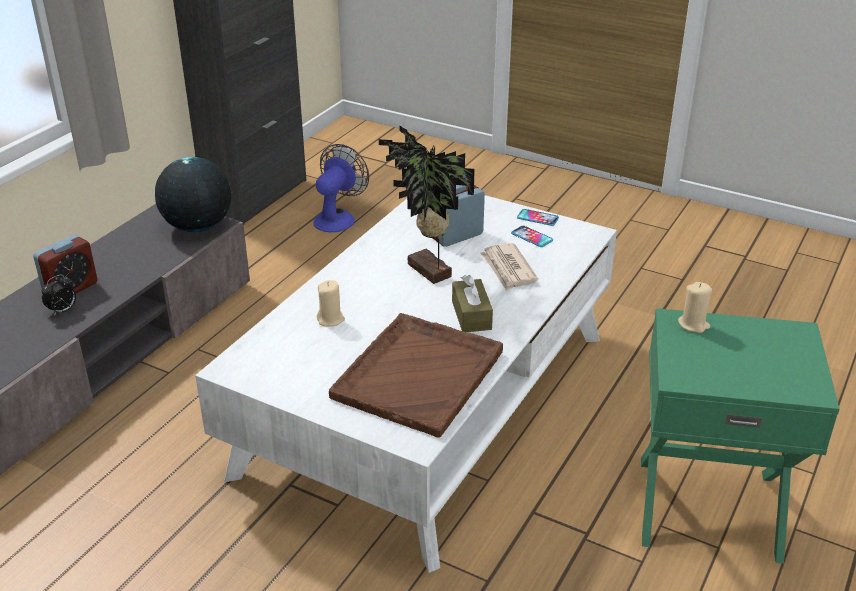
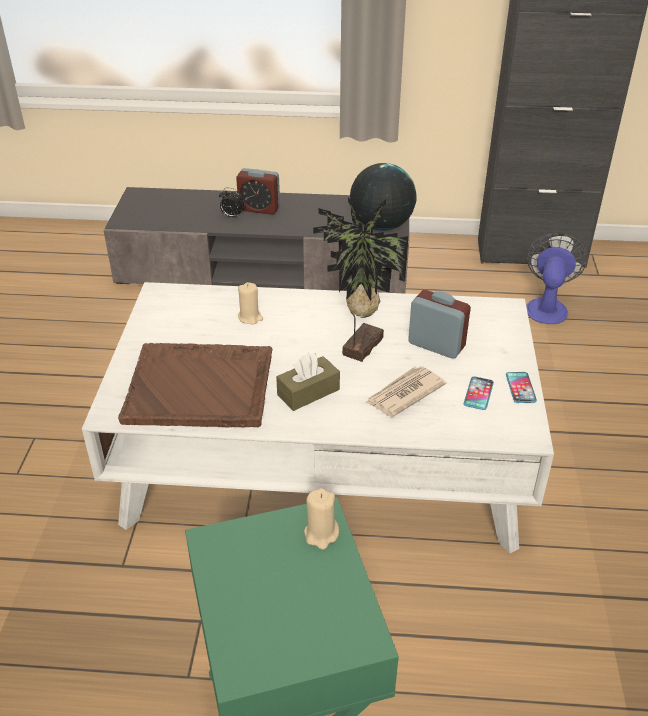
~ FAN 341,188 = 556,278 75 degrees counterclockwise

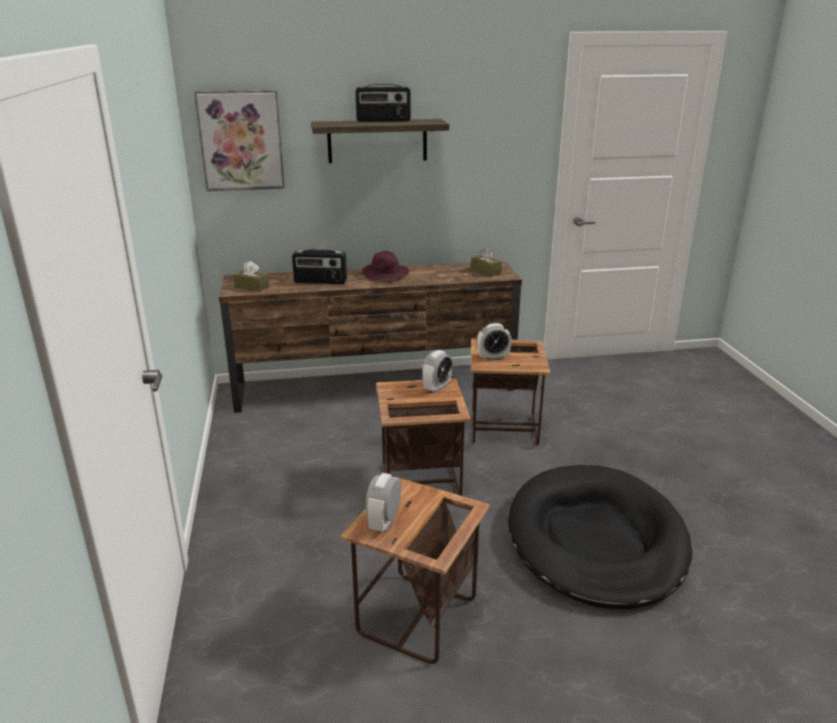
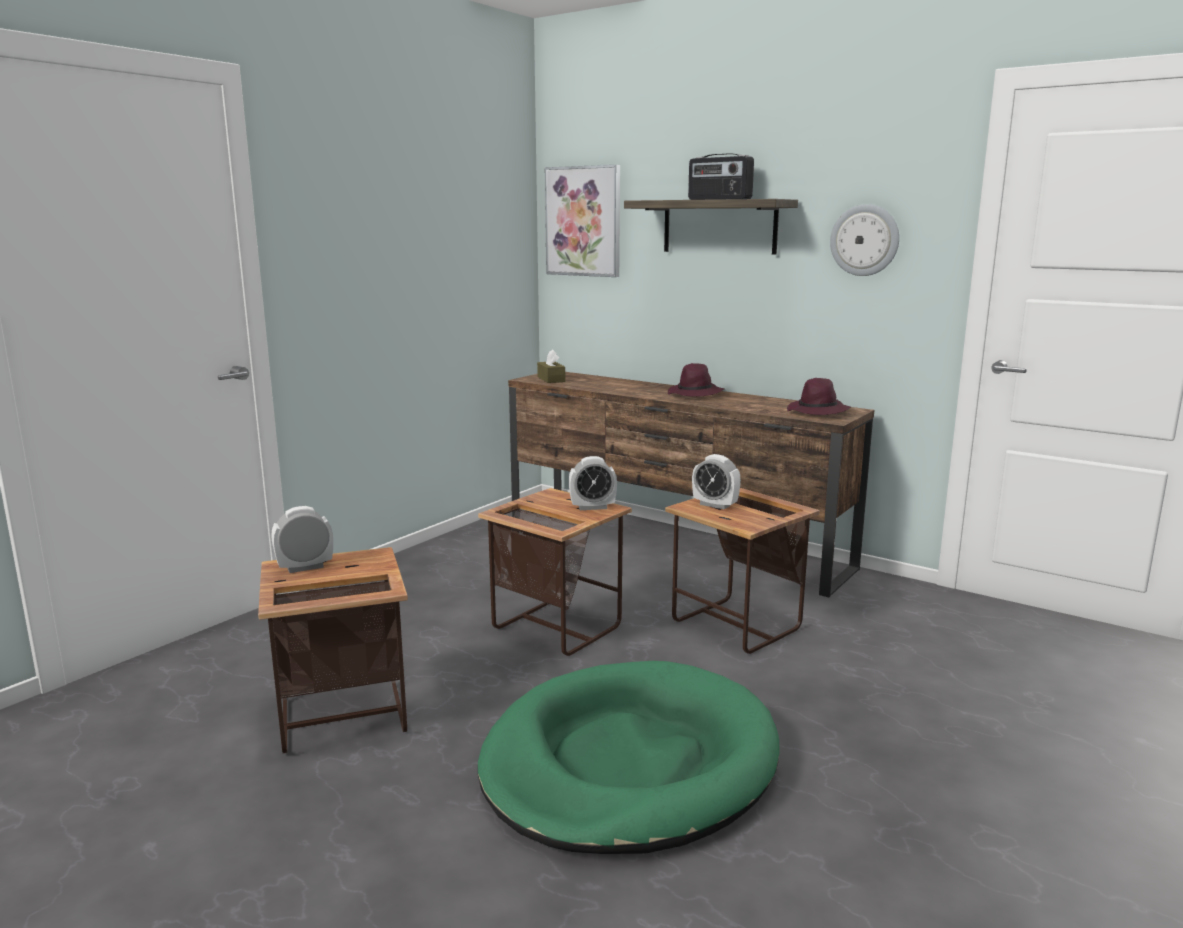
- RADIO 319,266
~ BROWN TISSUE BOX 486,262 to PURPLE HAT 819,396
~ BLACK DOG BED 600,537 to GREEN DOG BED 629,757
+ WALL CLOCK 864,240

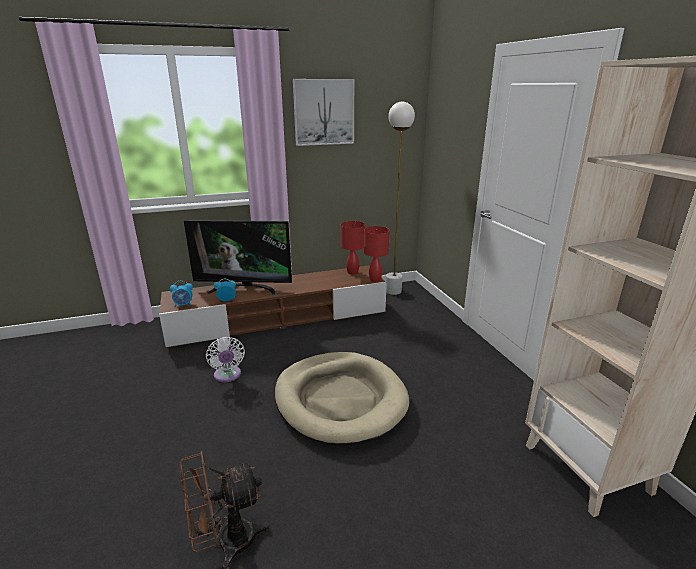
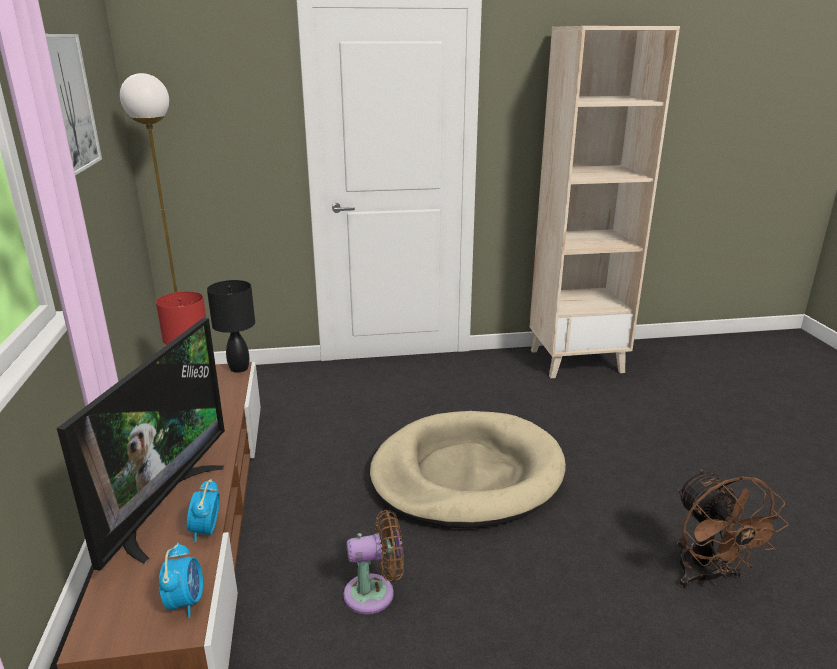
~ WHITE FAN 225,359 to BROWN FAN 373,562
~ RED TABLE LAMP 377,254 to BLACK TABLE LAMP 231,326

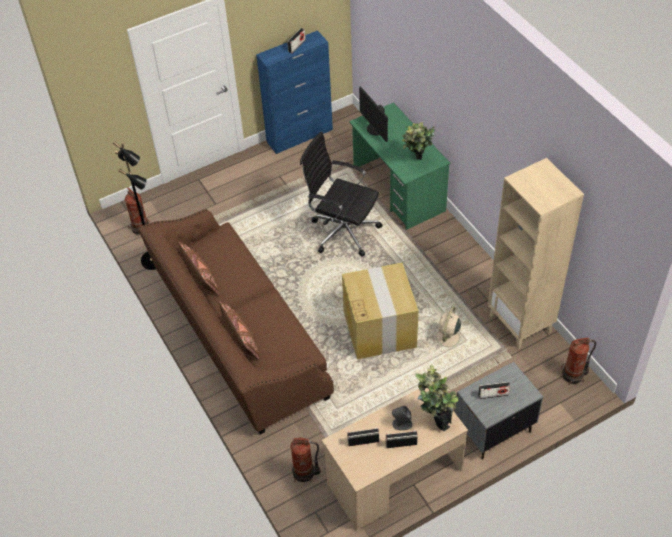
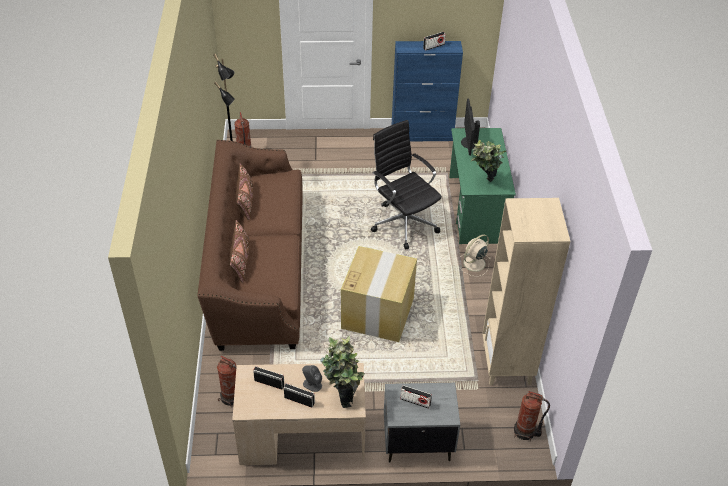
~ BEIGE FAN 448,329 to 475,255

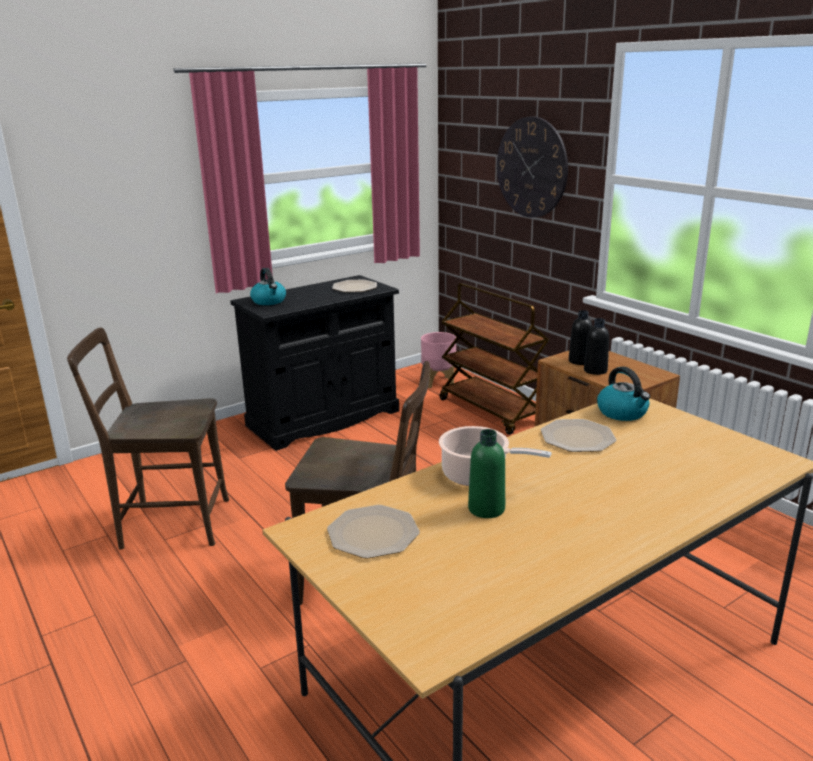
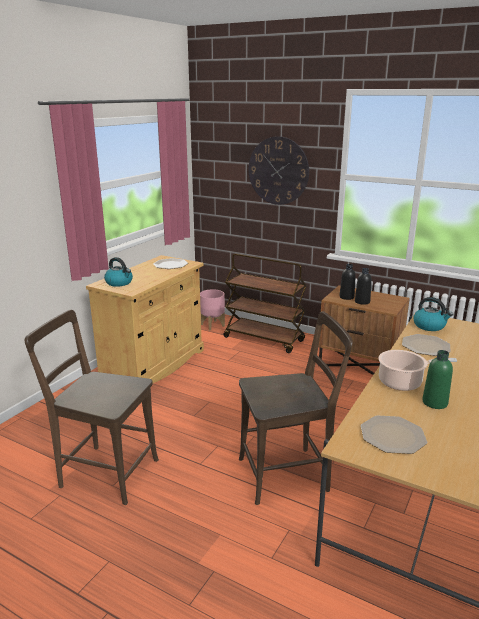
~ BROWN CHAIR 148,438 = 92,407 45 degrees clockwise
~ BLACK CABINET 314,363 to BEIGE CABINET 145,319

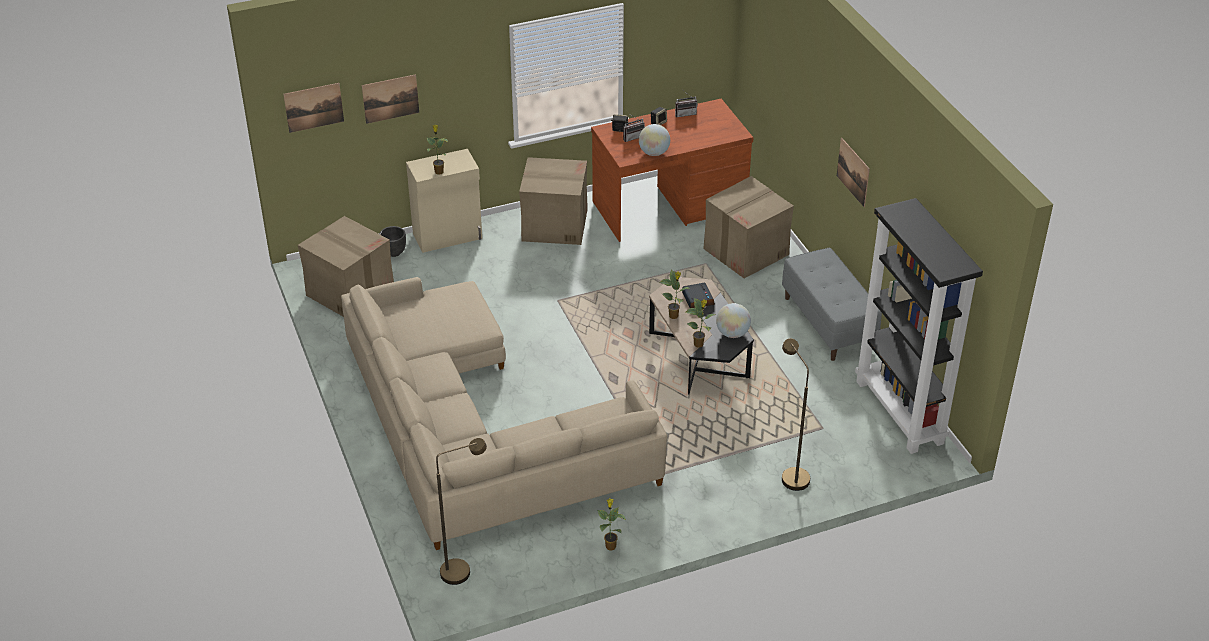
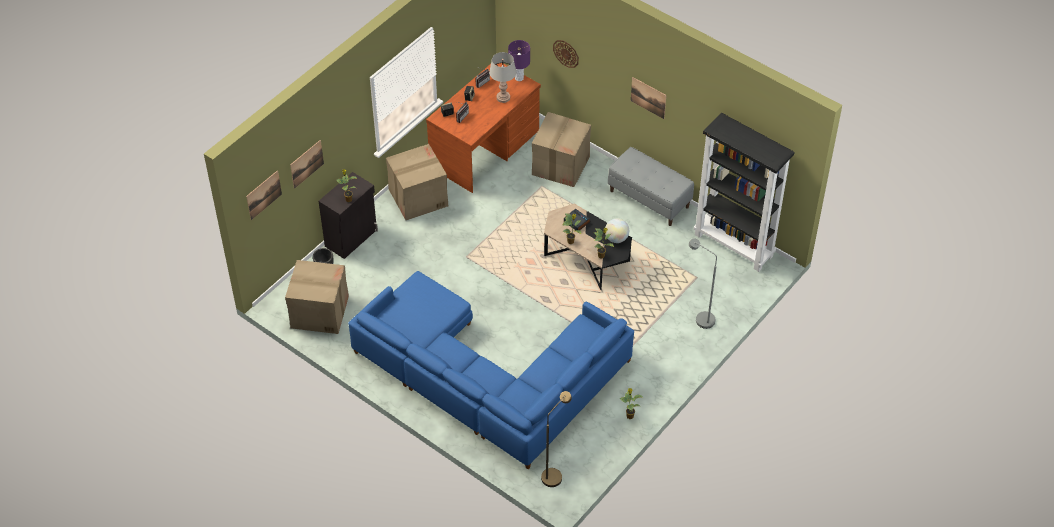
~ BEIGE SOFA 504,413 to BLUE SOFA 491,370
~ BEIGE CABINET 444,201 to BLACK CABINET 348,215
- GLOBE 654,140
~ BROWN FLOOR LAMP 796,415 to GREY FLOOR LAMP 703,283
+ GREY TABLE LAMP 503,77
+ PURPLE TABLE LAMP 519,60
+ WALL CLOCK 566,54

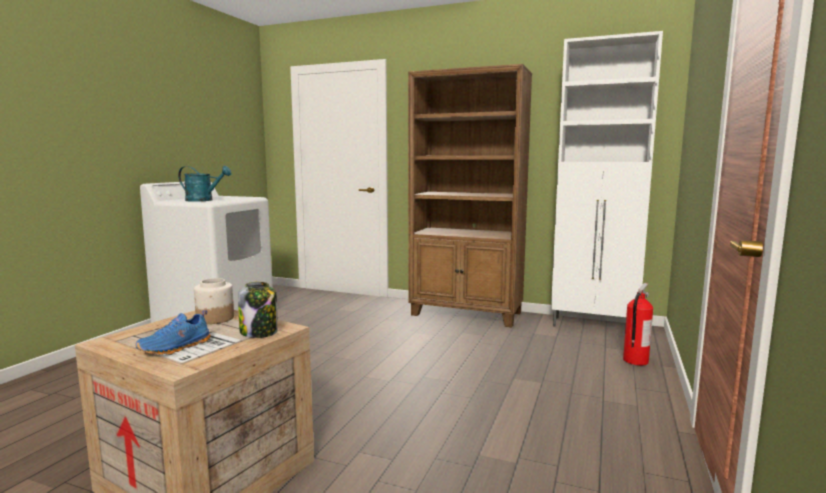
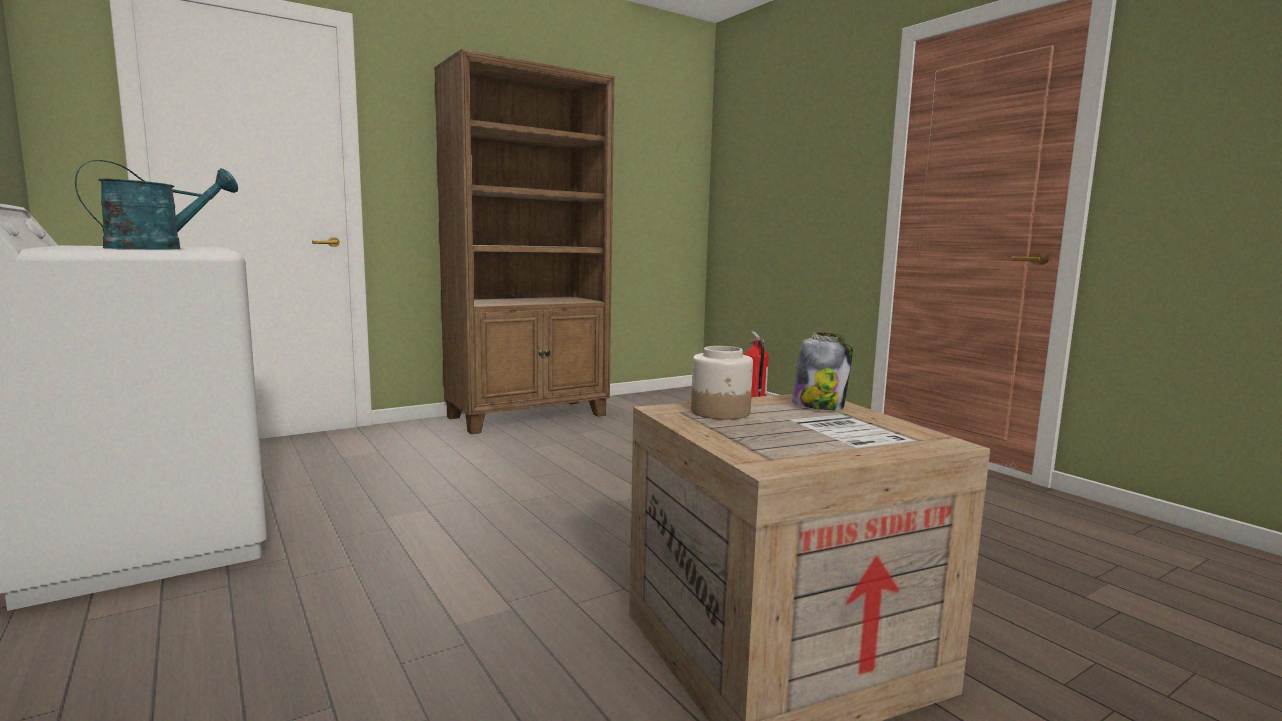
- BLUE SHOE 173,332
- WHITE CABINET 607,179

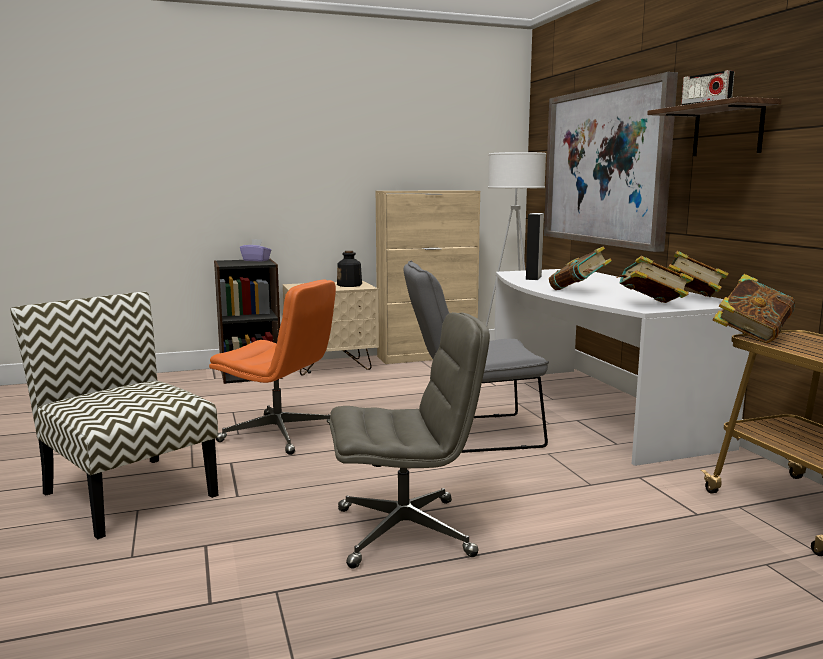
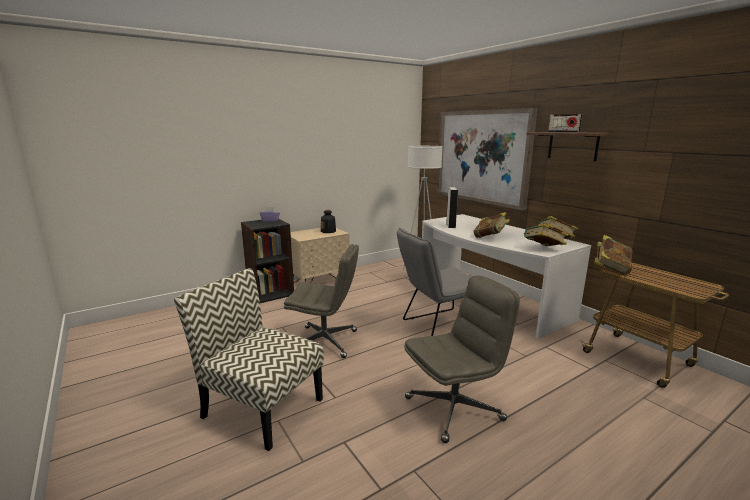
~ ORANGE OFFICE CHAIR 272,367 to GREY OFFICE CHAIR 321,301
- BEIGE CABINET 427,277

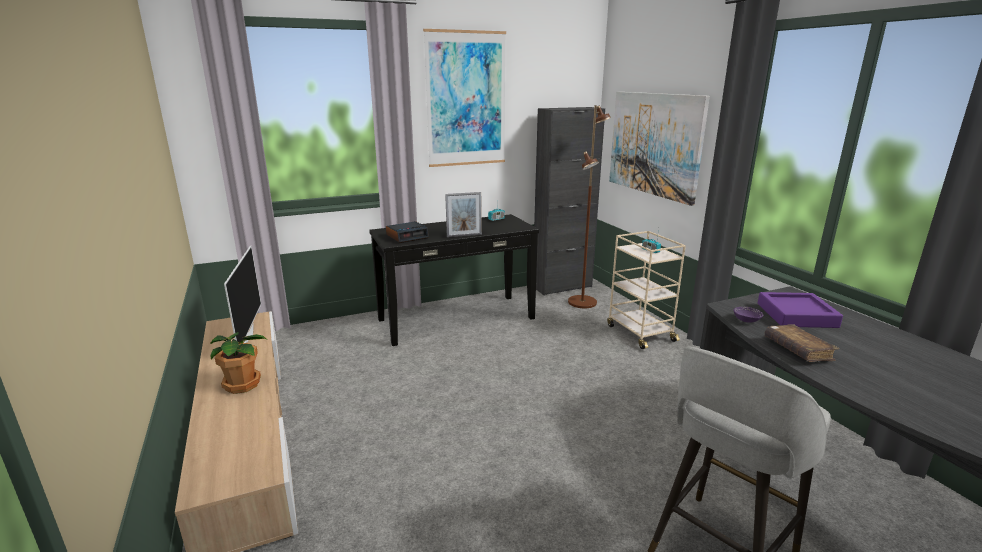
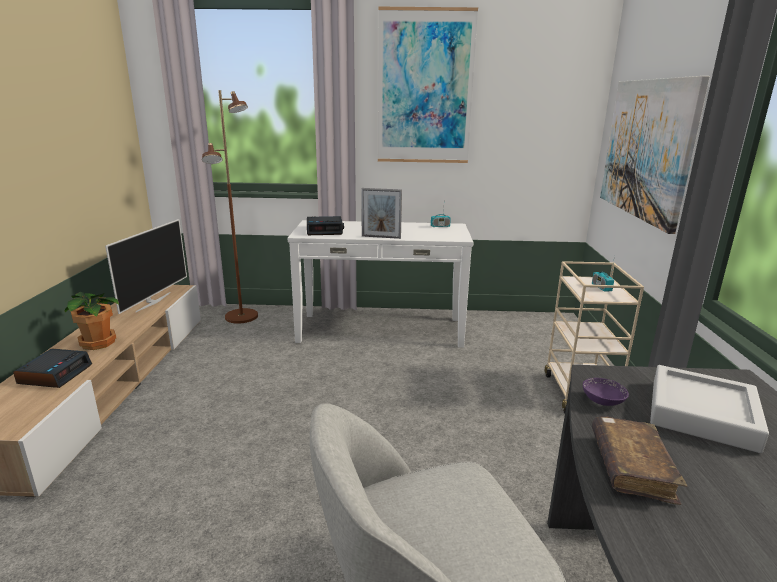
~ BLACK CONSOLE TABLE 454,280 to WHITE CONSOLE TABLE 380,284
- BLACK CABINET 569,201
~ BROWN FLOOR LAMP 589,206 to 230,206
~ PURPLE TRAY 800,310 to GREY TRAY 709,409
+ ALARM CLOCK 52,368

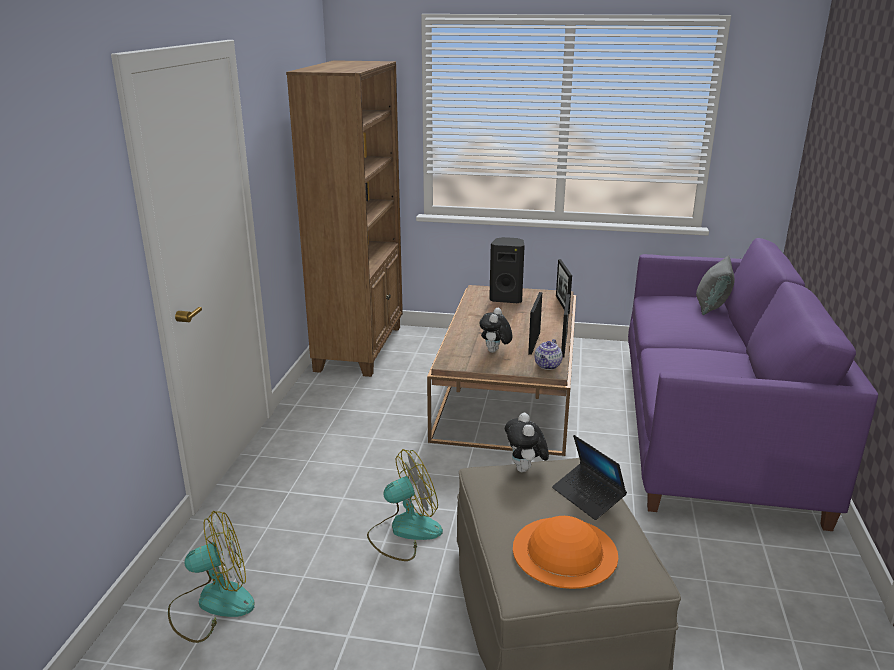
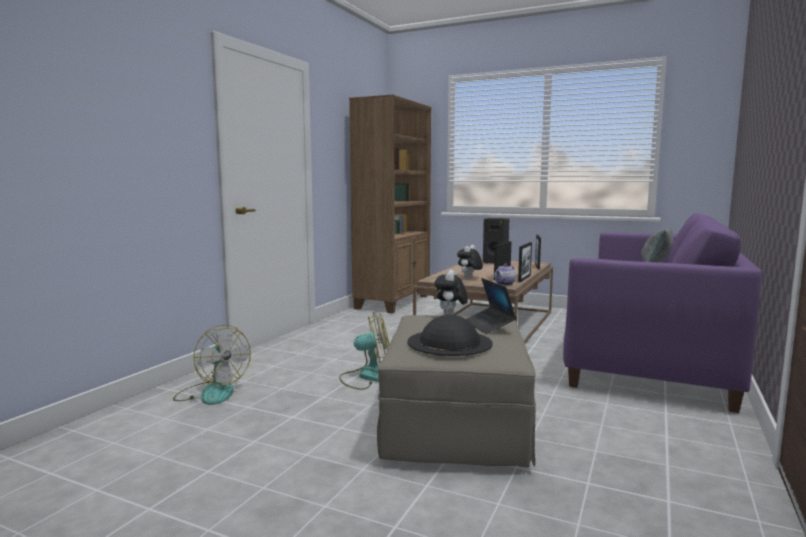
~ FAN 211,577 = 212,365 45 degrees clockwise
~ ORANGE HAT 565,552 to BLACK HAT 450,335

